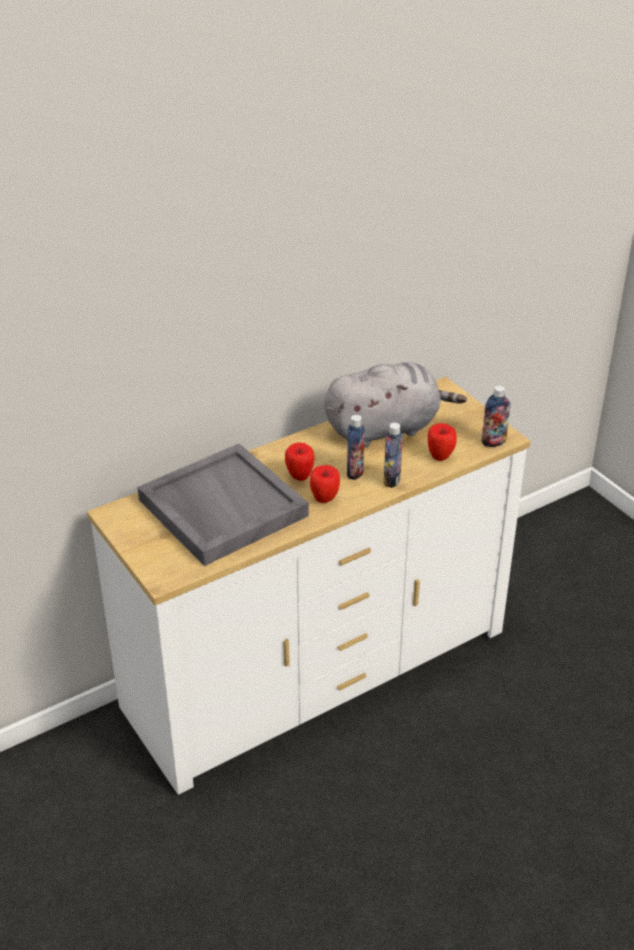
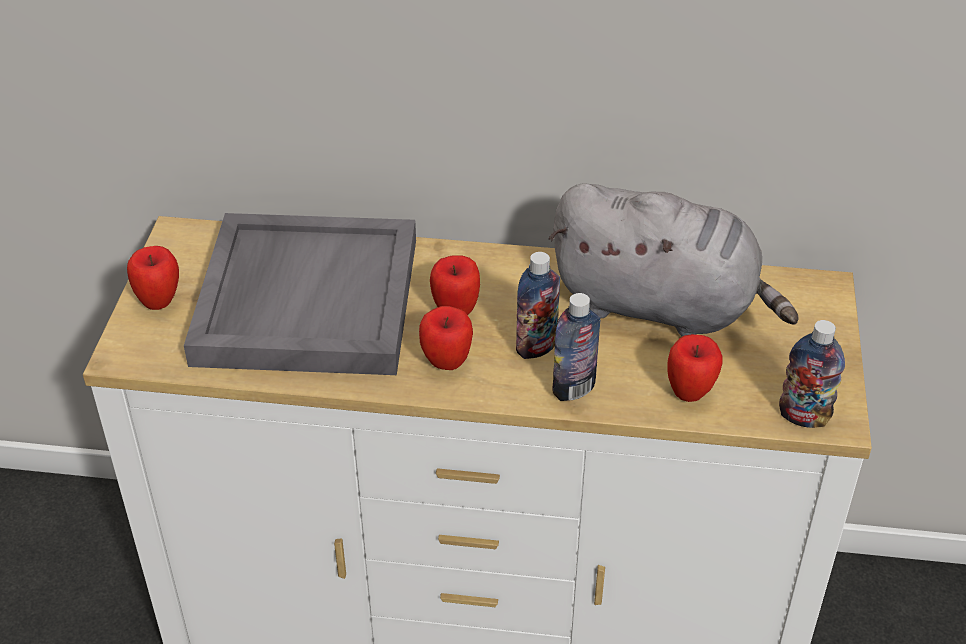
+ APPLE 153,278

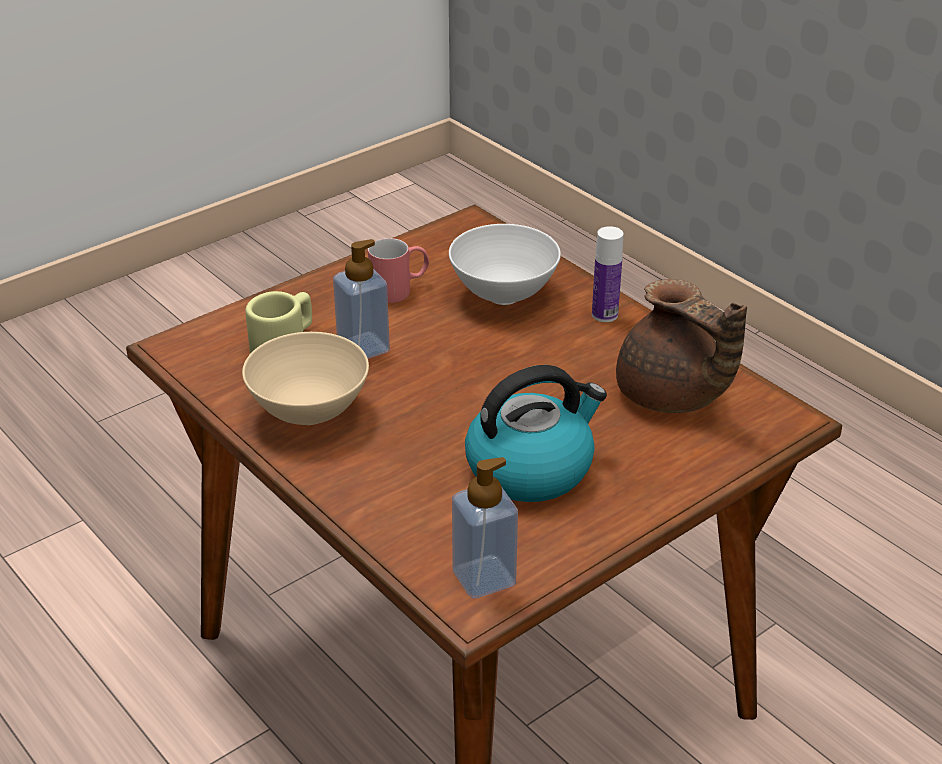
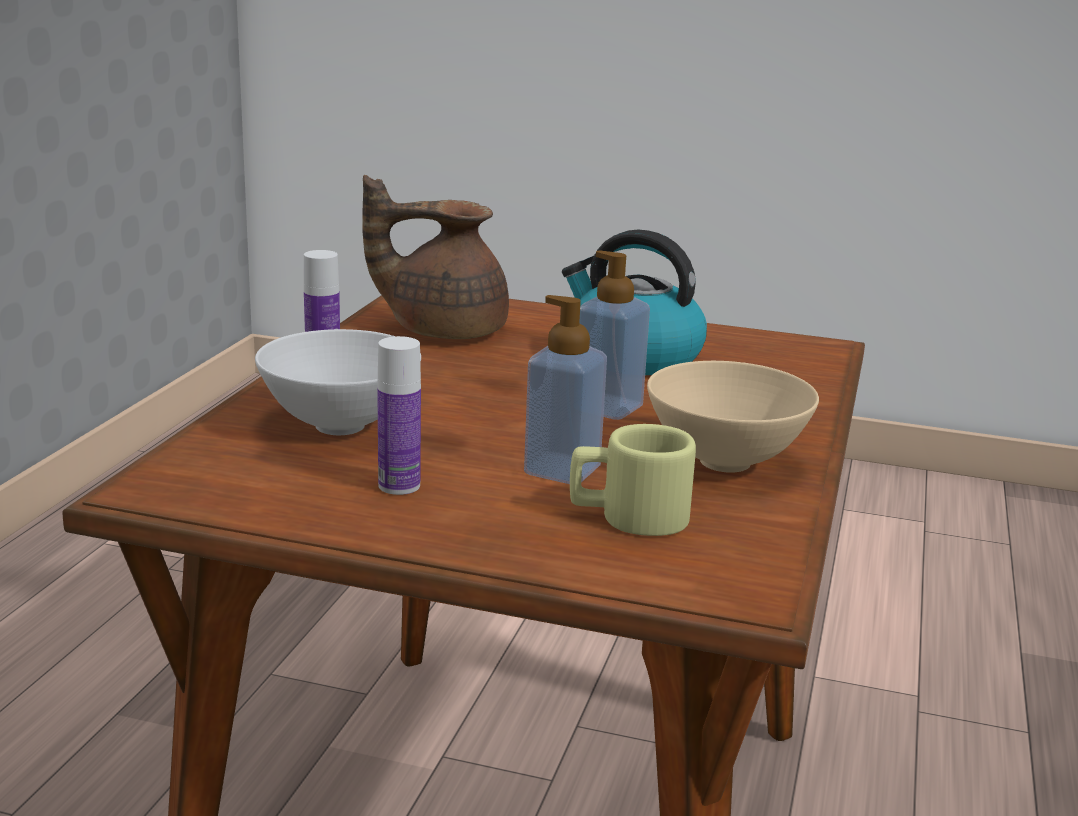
~ RED MUG 398,270 to BOTTLE 399,415
~ SOAP DISPENSER 485,528 to 614,335
~ BROWN TEAPOT 681,346 = 435,257 105 degrees counterclockwise

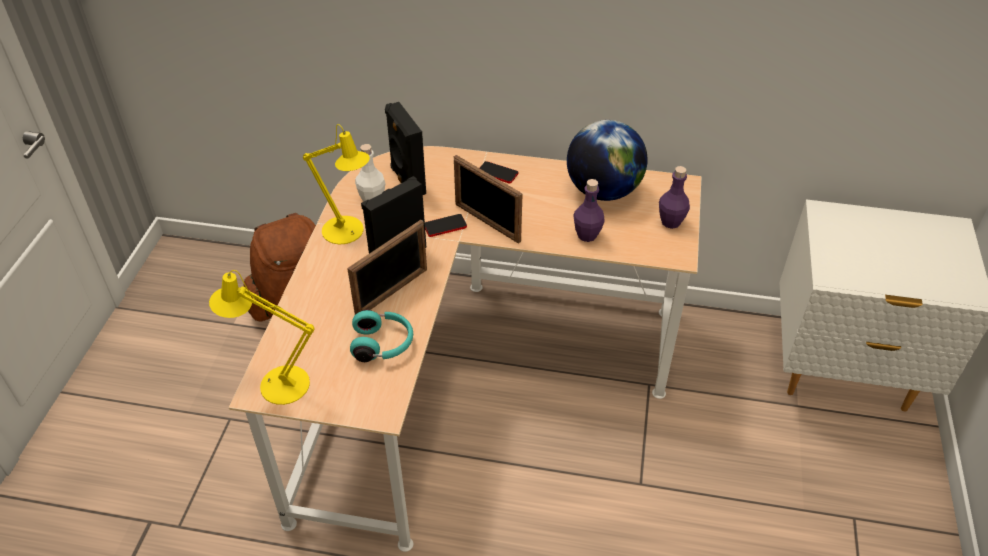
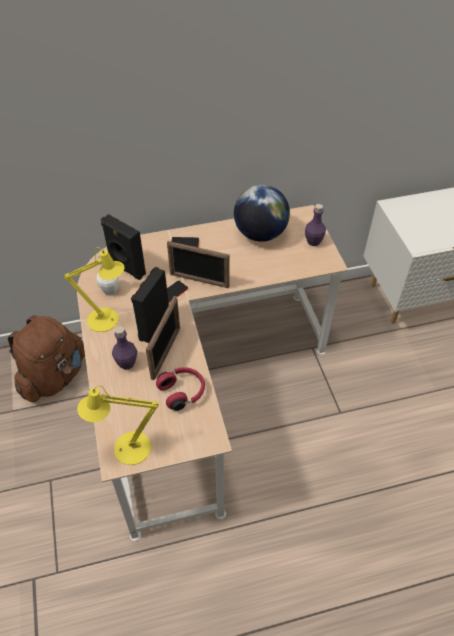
~ TURQUOISE HEADPHONES 381,336 to RED HEADPHONES 180,389
~ PURPLE BOTTLE 589,210 to 124,348

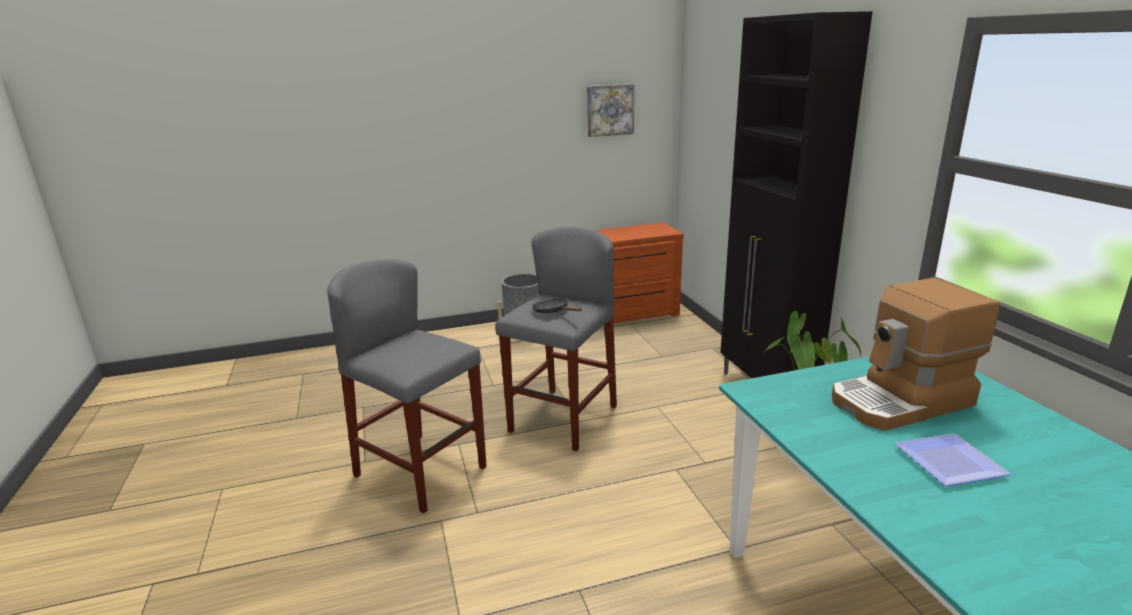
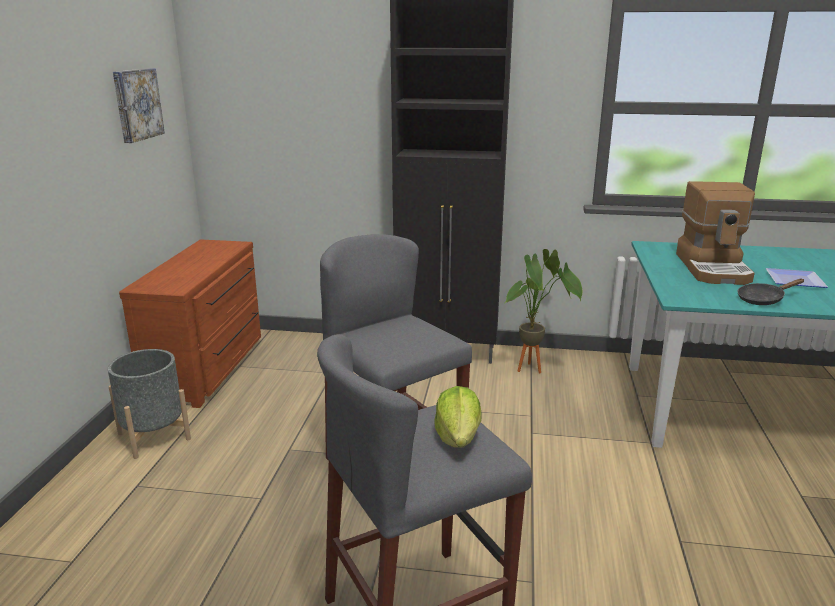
~ BLACK FRYING PAN 557,306 to 771,291
+ LETTUCE 458,417

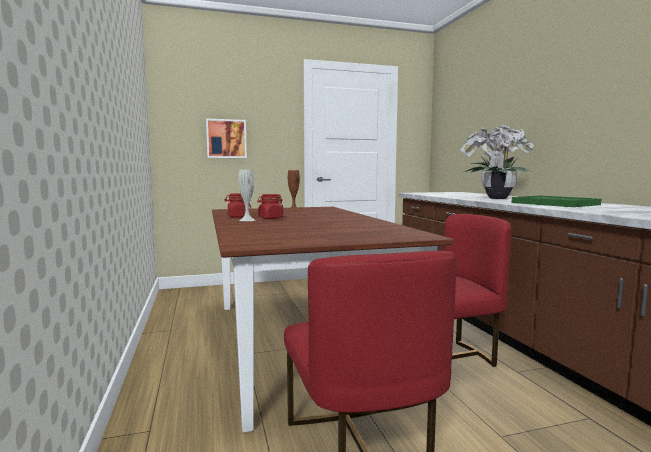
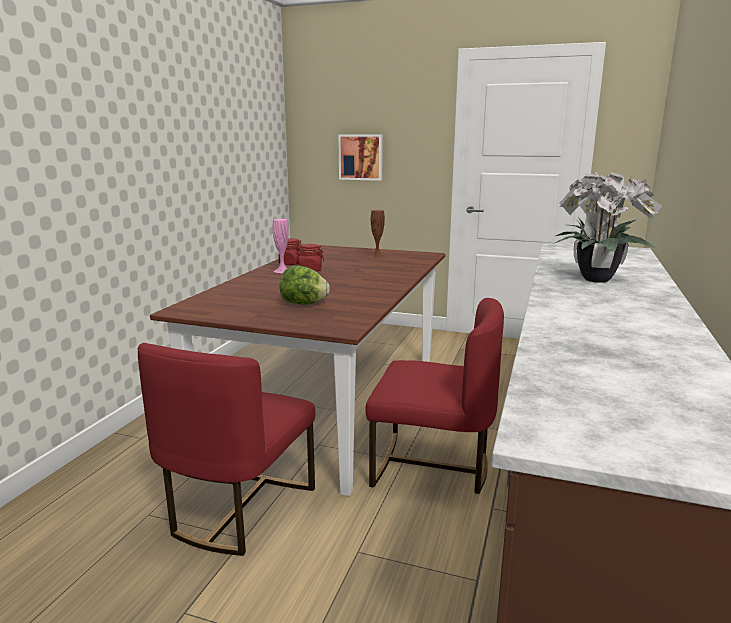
~ WHITE VASE 247,195 to PINK VASE 281,246
- GREEN TRAY 556,201
+ LETTUCE 305,285

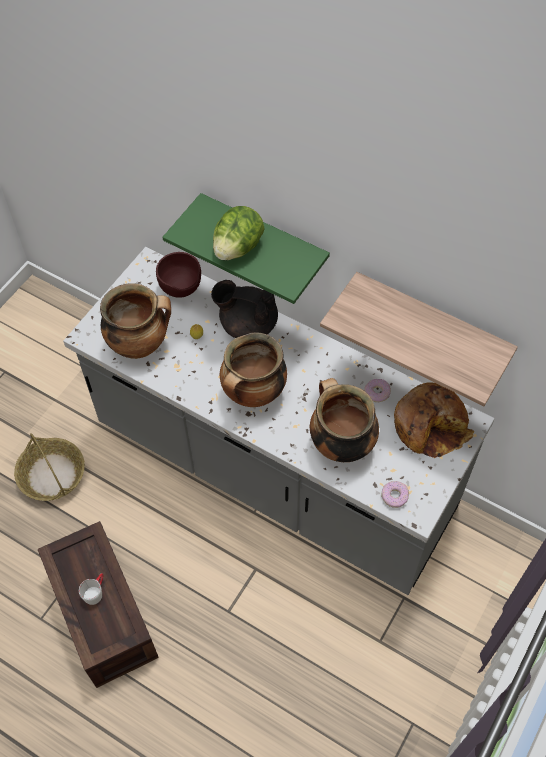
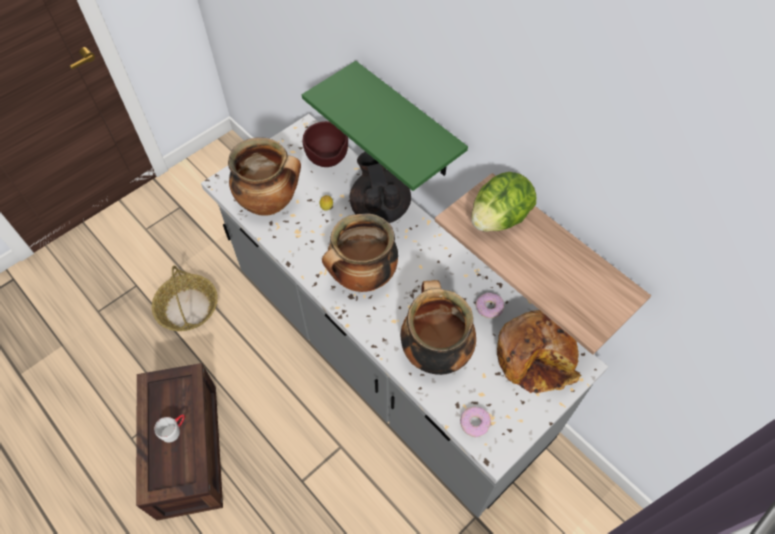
~ BLACK TEAPOT 244,309 = 380,187 45 degrees clockwise
~ LETTUCE 239,233 to 503,202

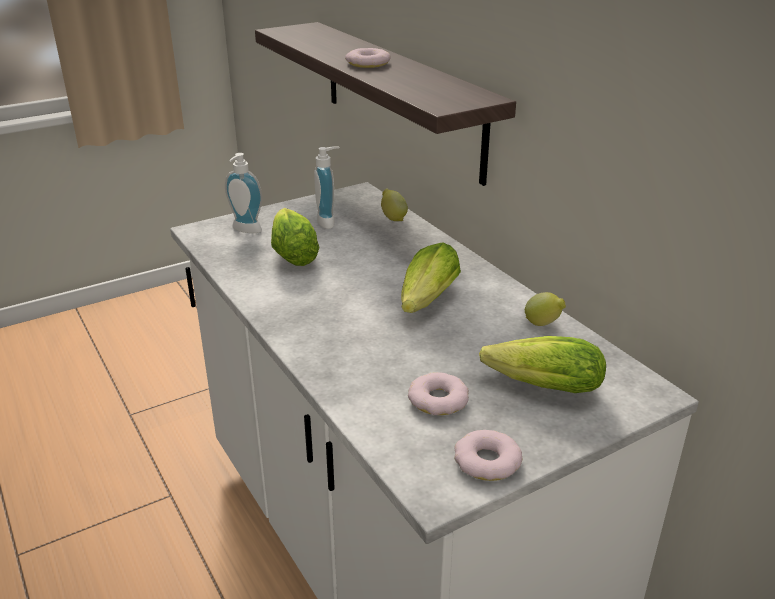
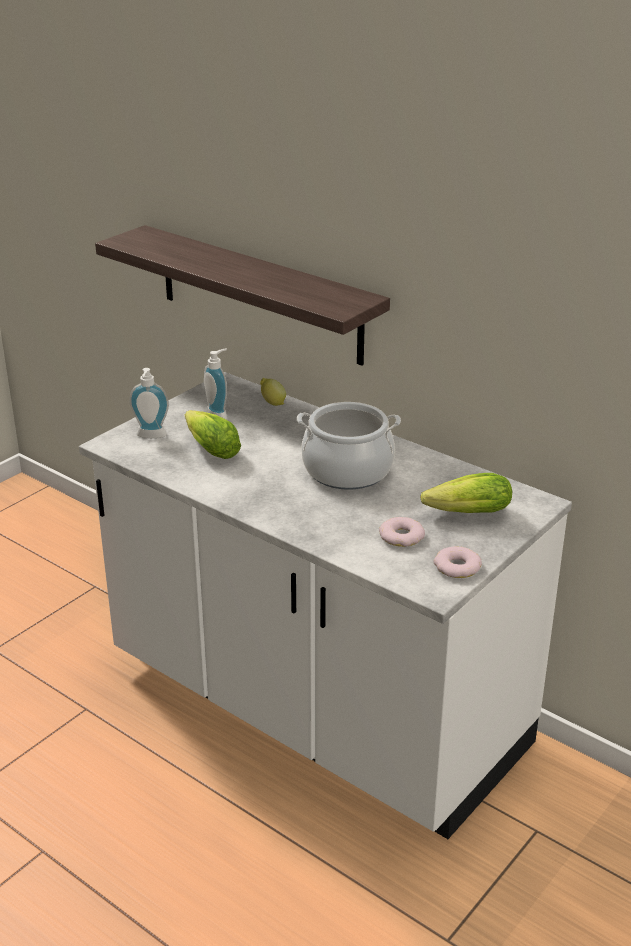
- DONUT 367,58
~ LETTUCE 431,277 to COOKING POT 349,446
- LEMON 545,309

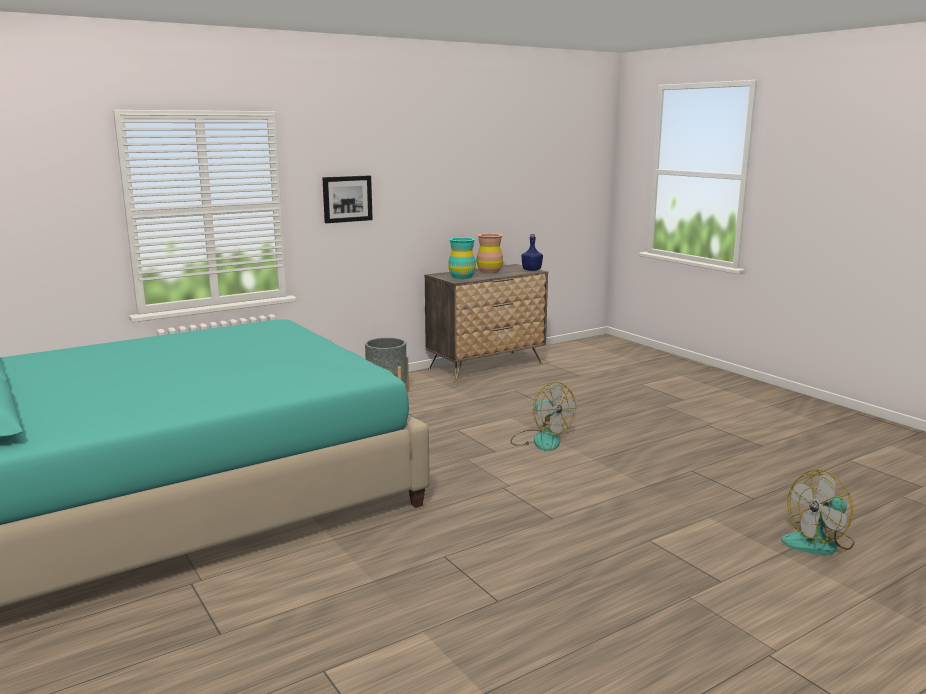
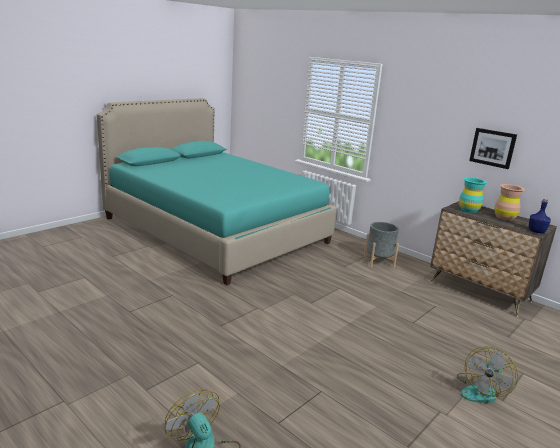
~ PICTURE 347,199 to 493,148
~ FAN 543,416 to 487,374

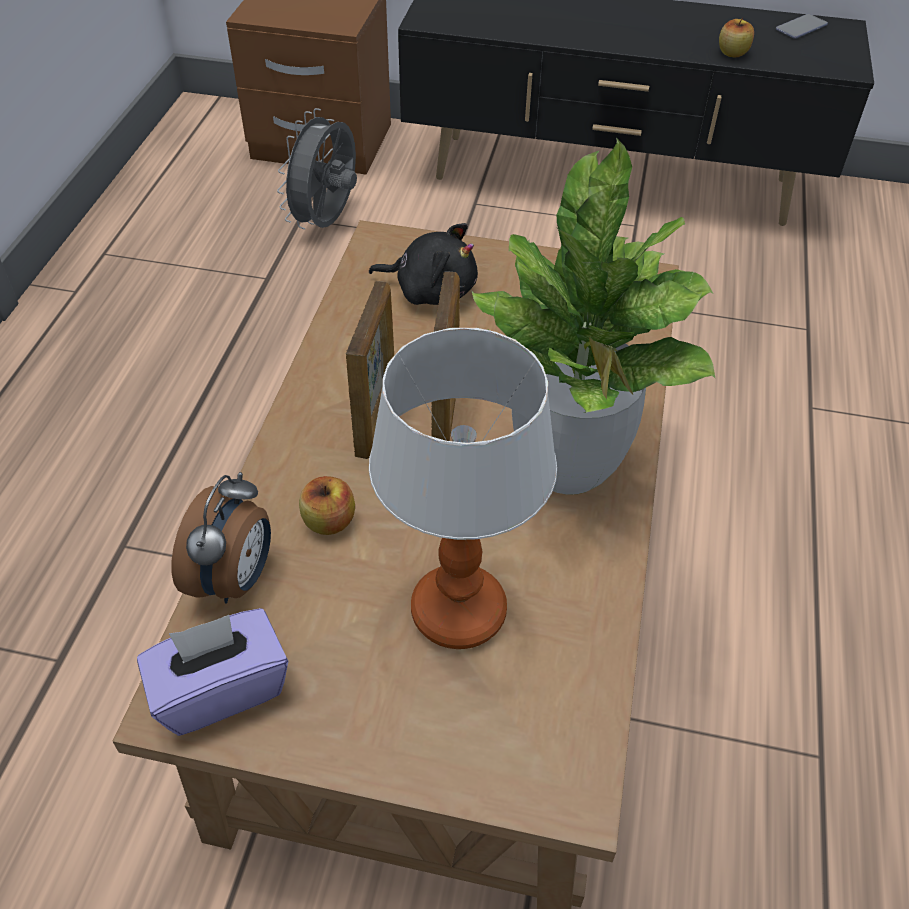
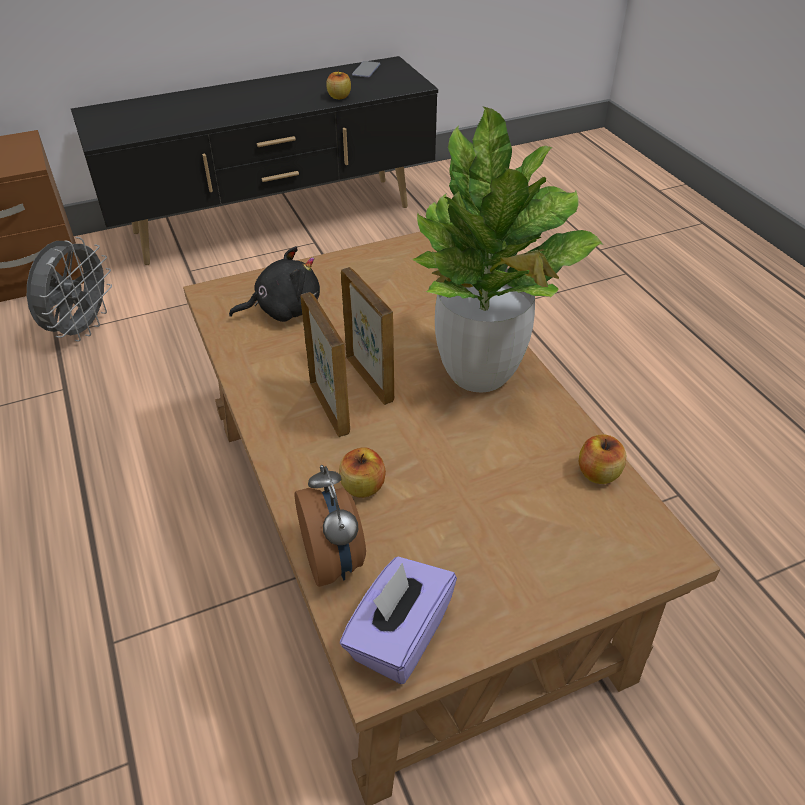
~ GREY FAN 317,168 = 69,289 150 degrees counterclockwise
- TABLE LAMP 463,488
+ APPLE 602,459

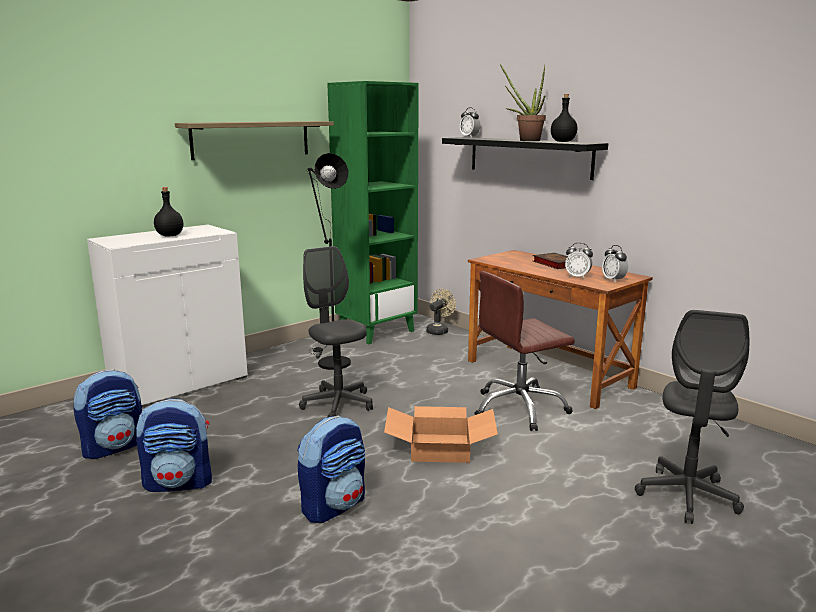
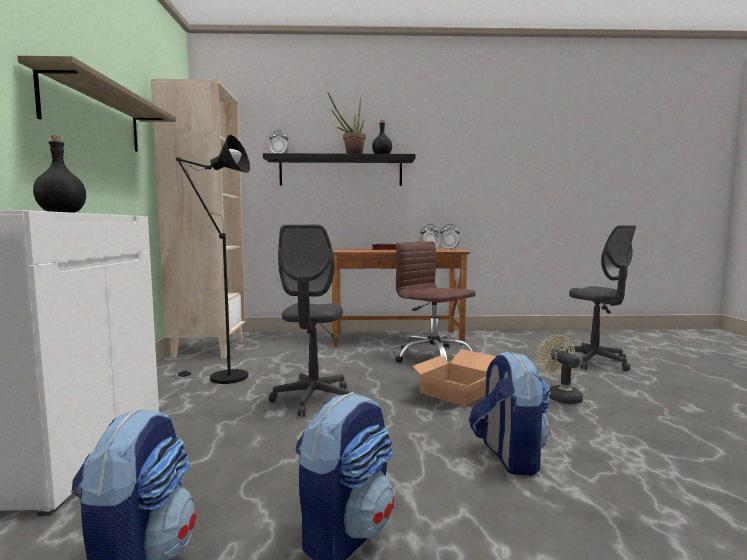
~ GREY OFFICE CHAIR 336,331 = 309,320 90 degrees counterclockwise
~ GREEN BOOKCASE 373,213 to BEIGE BOOKCASE 198,219
~ BEIGE FAN 441,312 to 560,369
~ BROWN OFFICE CHAIR 524,351 = 435,302 120 degrees clockwise

